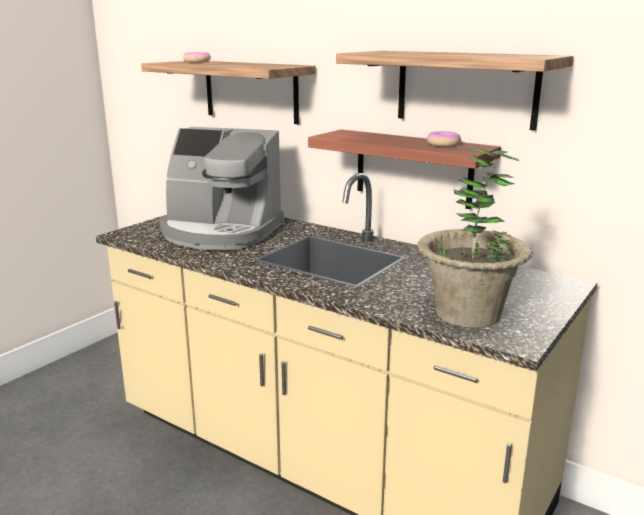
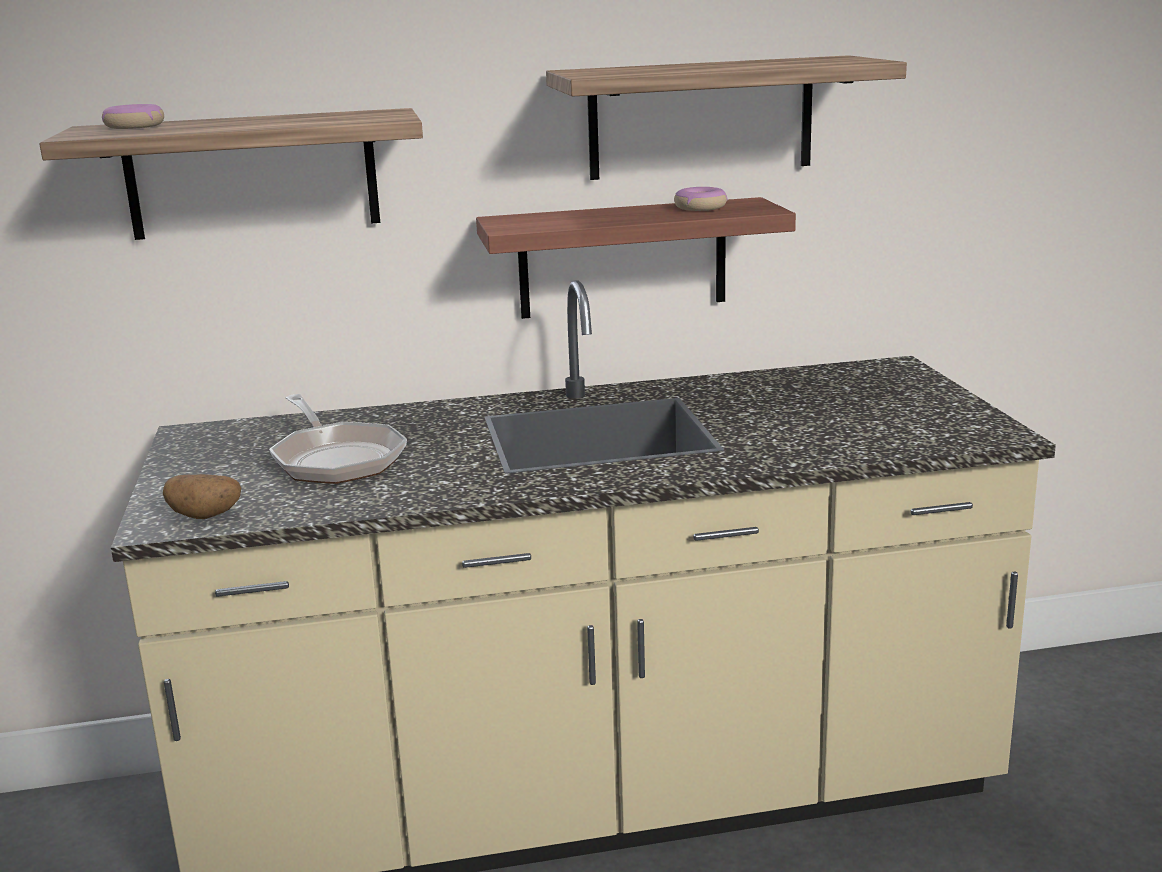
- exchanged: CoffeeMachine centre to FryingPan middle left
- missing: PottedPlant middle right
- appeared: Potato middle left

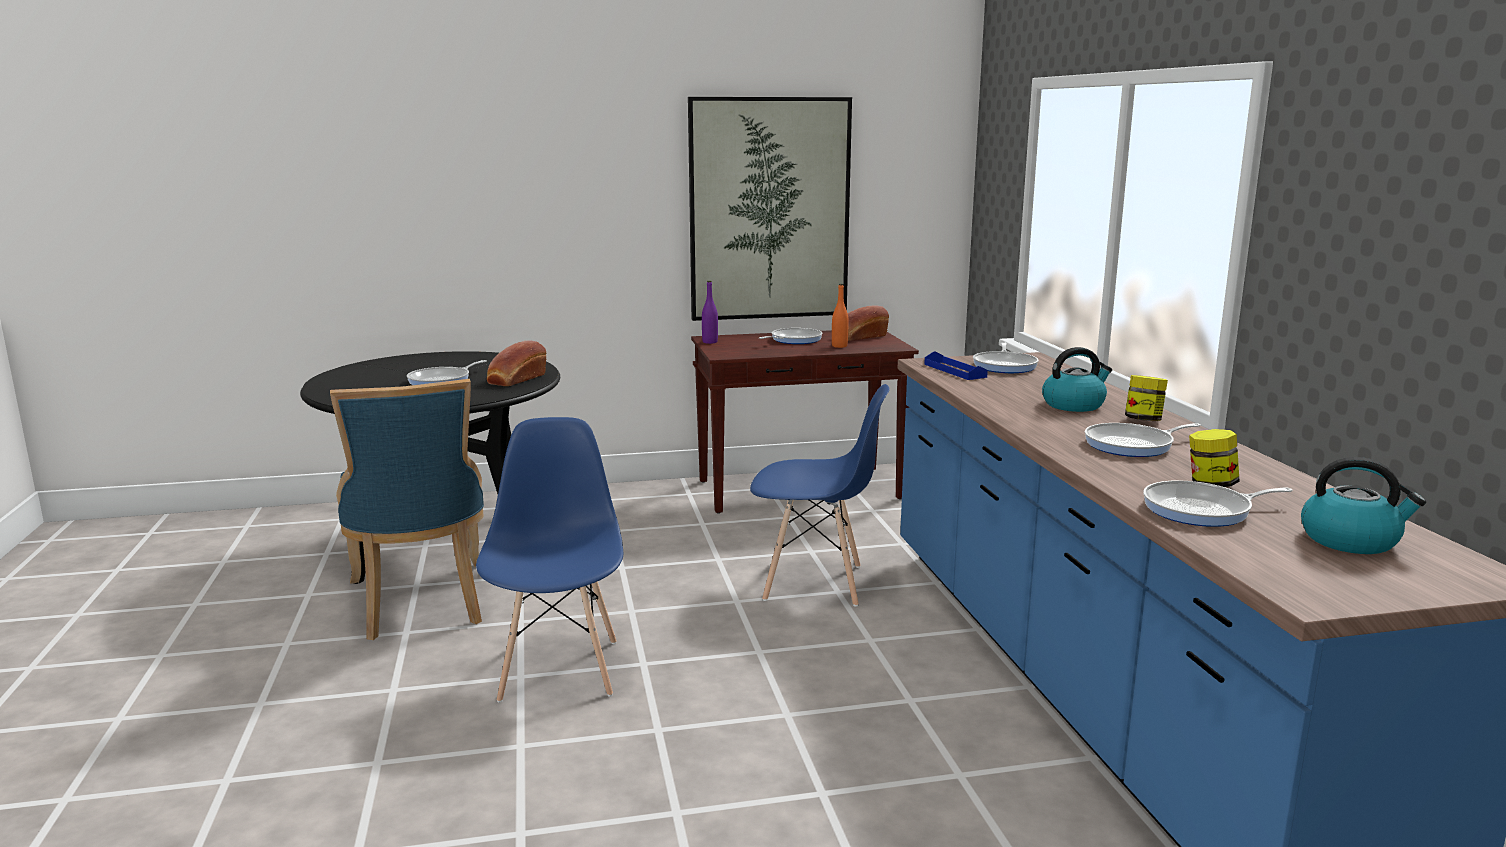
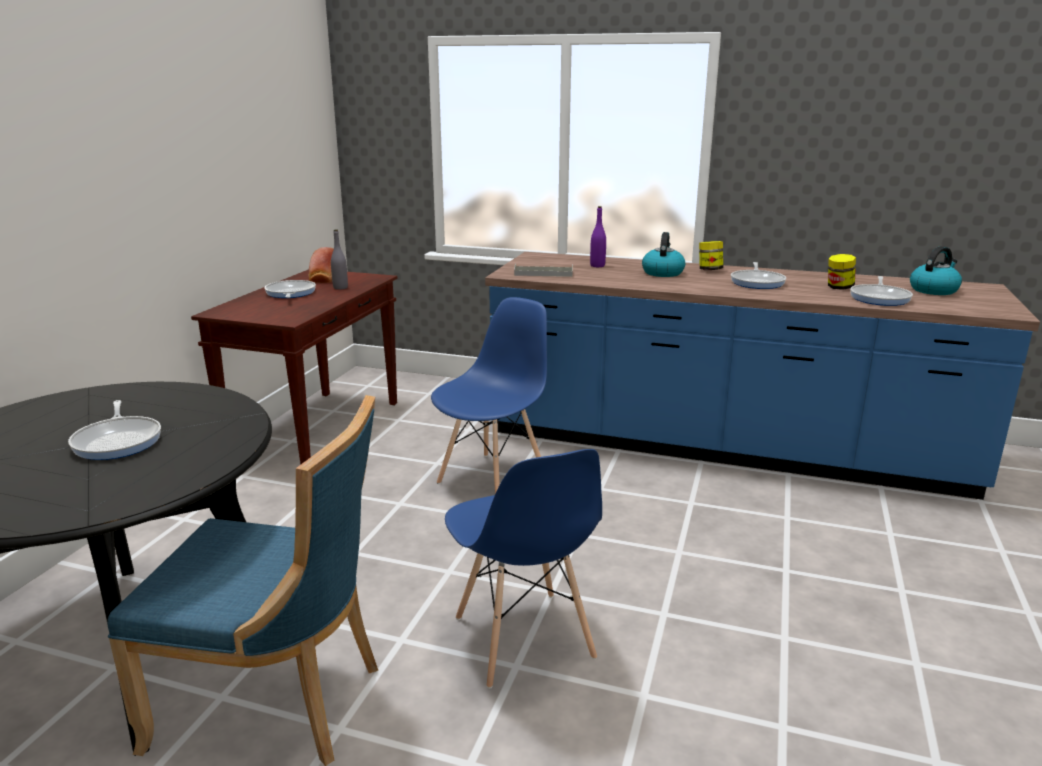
- spun: BlueChair (no. 2 from left in the first image) centre = bottom centre 135 degrees counterclockwise
- missing: Bread (no. 1 from left) centre
- missing: Picture top centre
- relocated: PurpleBottle centre to top centre
- colour: OrangeBottle centre to GreyBottle middle left
- colour: BlueTray centre to GreyTray centre
- missing: FryingPan (no. 3 from left) middle right

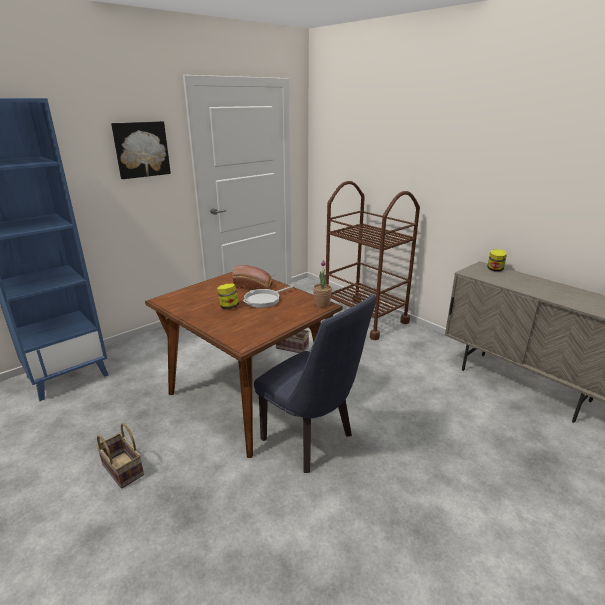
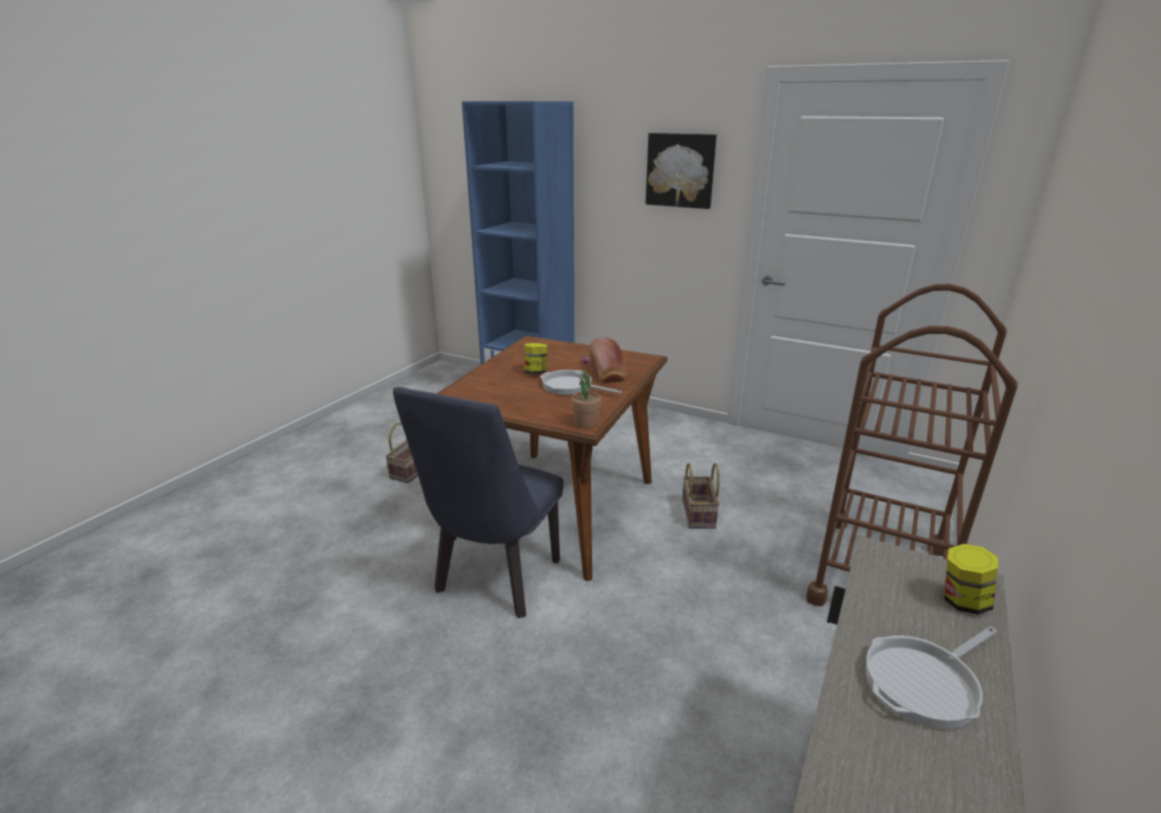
- appeared: FryingPan (no. 2 from left) bottom right

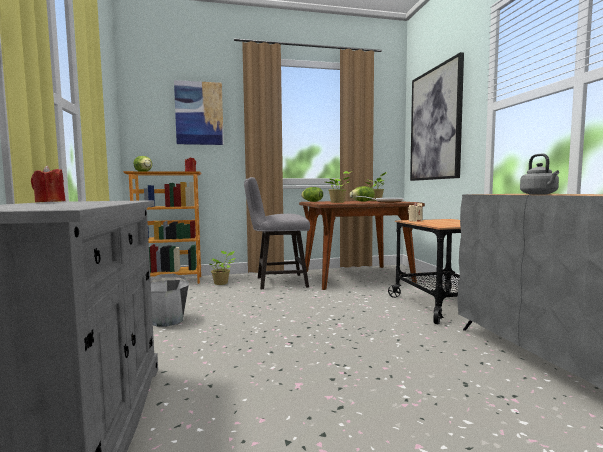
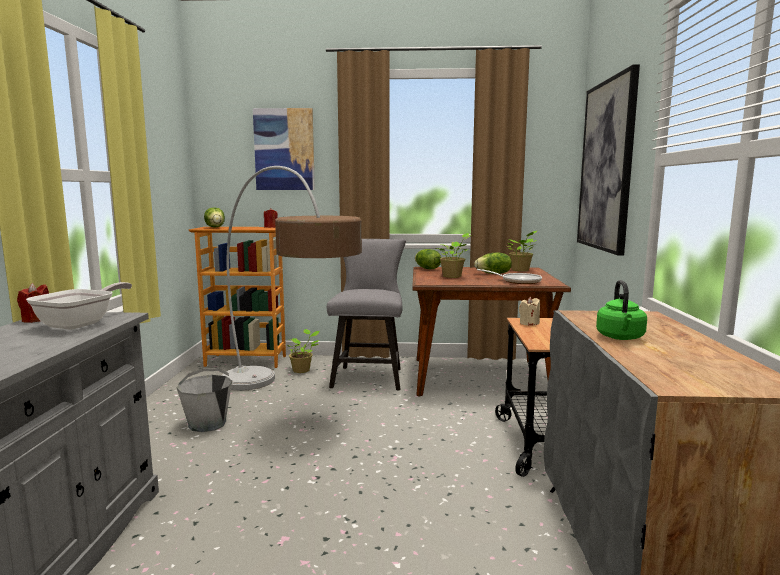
- spun: GreyChair centre = centre 90 degrees clockwise
- colour: GreyKettle middle right to GreenKettle middle right
- appeared: FryingPan (no. 1 from left) middle left
- appeared: FloorLamp centre

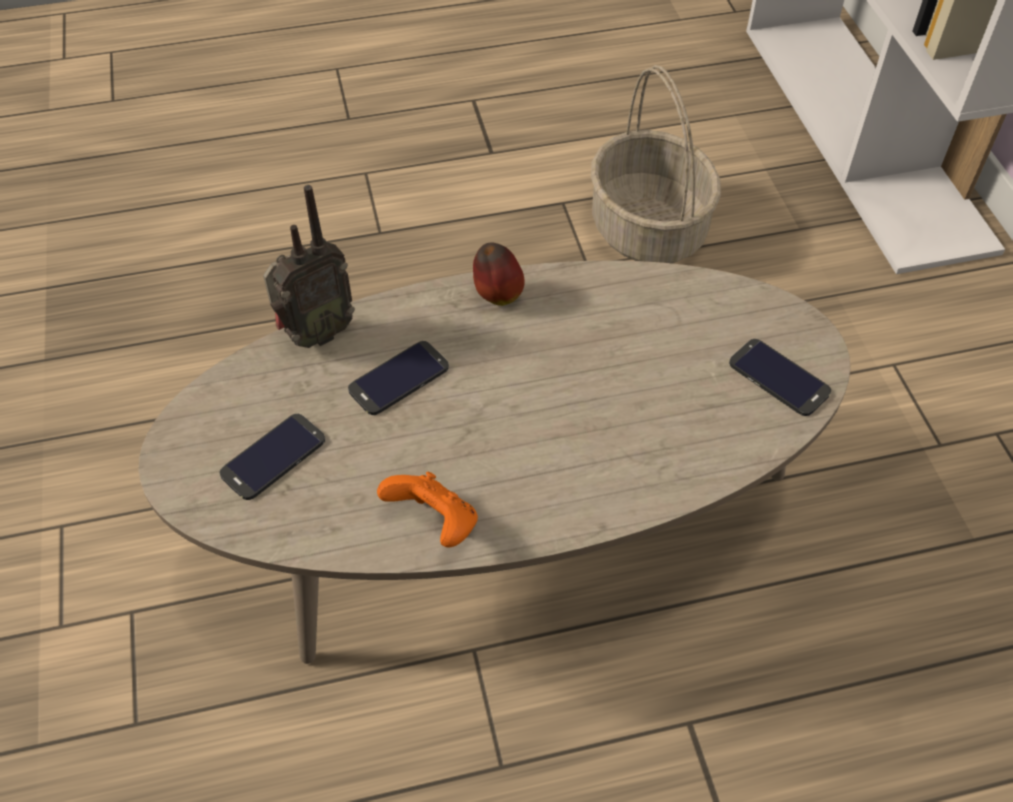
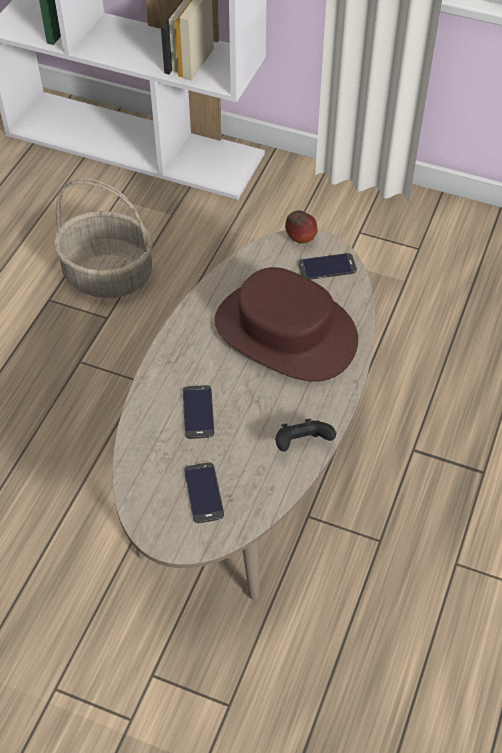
- missing: Radio top left
- colour: OrangeGameController centre to BlackGameController centre
- relocated: Apple centre to top centre
- appeared: BrownHat centre

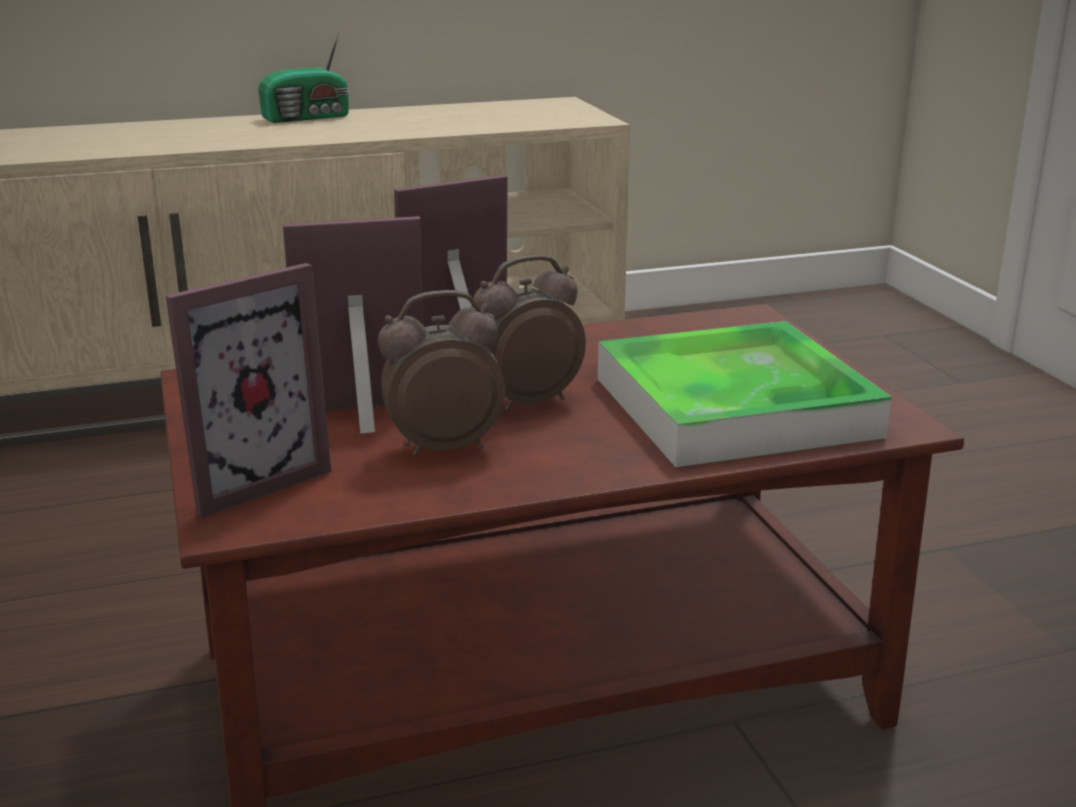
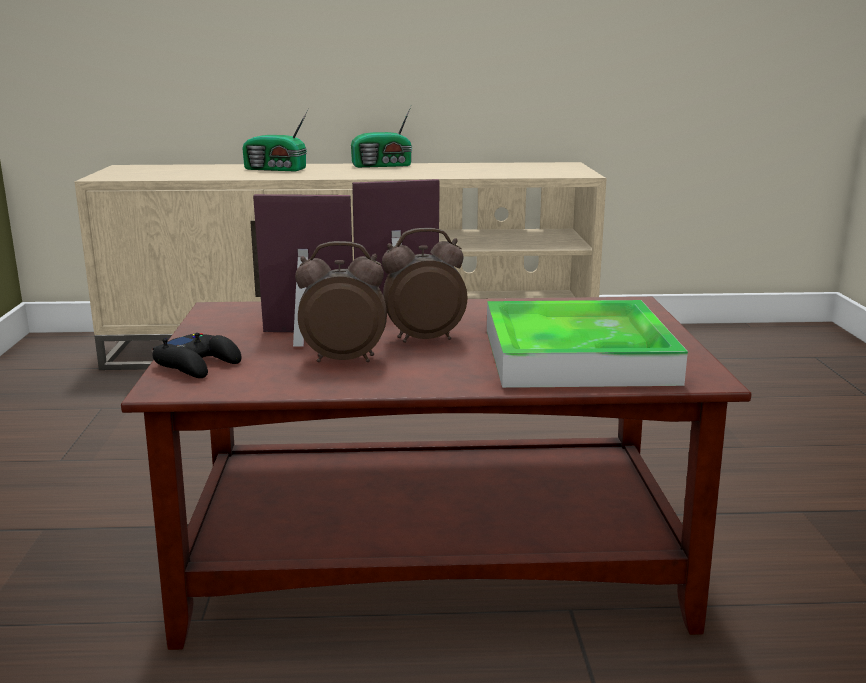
- exchanged: PictureFrame (no. 1 from left) middle left to BlackGameController middle left
- appeared: Radio (no. 1 from left) top left

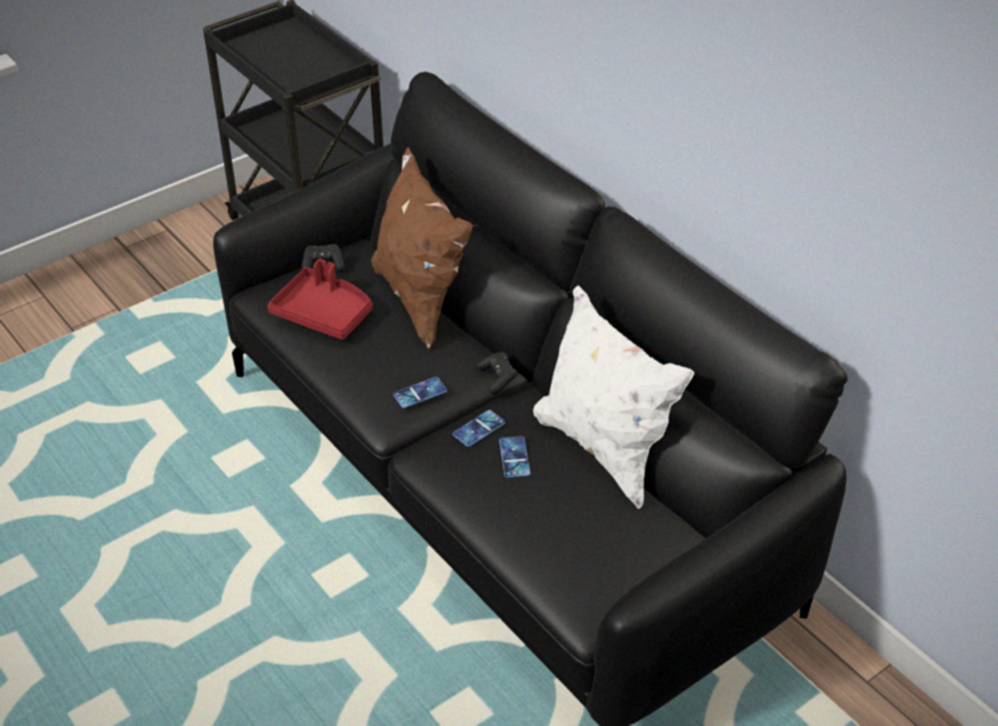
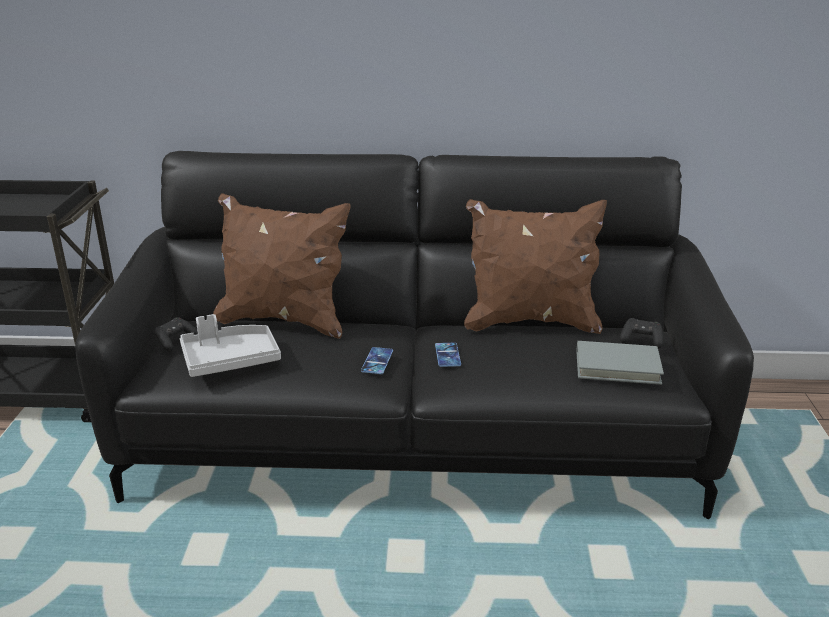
- colour: RedTray middle left to GreyTray middle left
- relocated: BlackGameController (no. 2 from left) centre to middle right
- missing: Phone (no. 3 from left) centre
- colour: WhitePillow centre to BrownPillow (no. 2 from left) centre
- appeared: GreyBook middle right

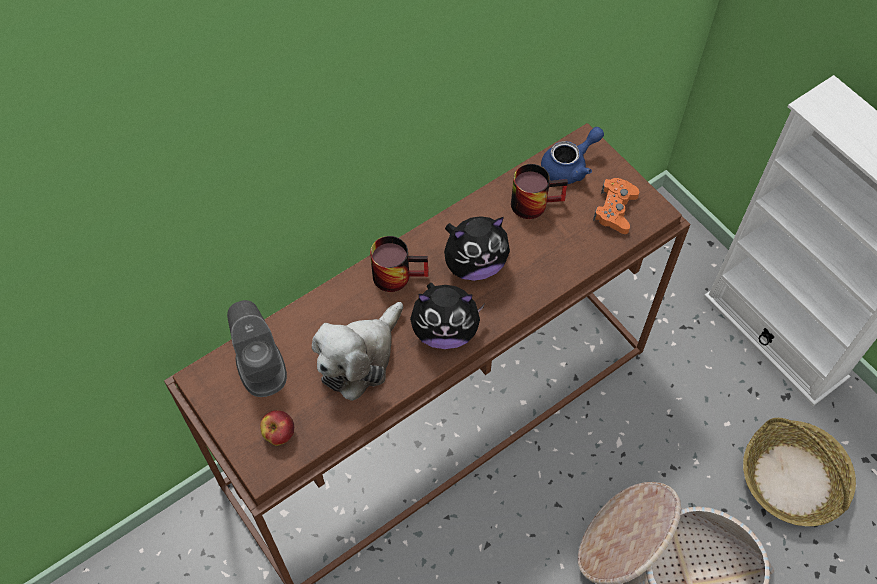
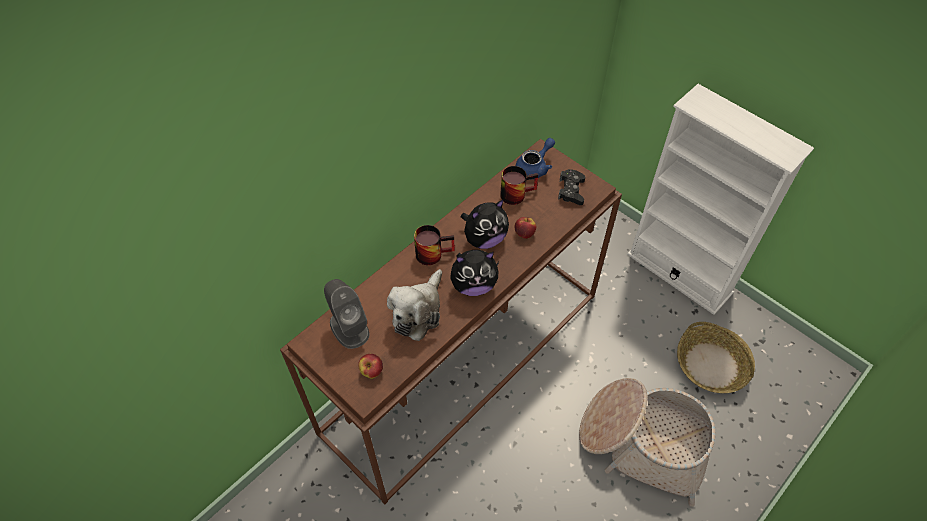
- colour: OrangeGameController middle right to BlackGameController centre
- appeared: Apple (no. 2 from left) centre

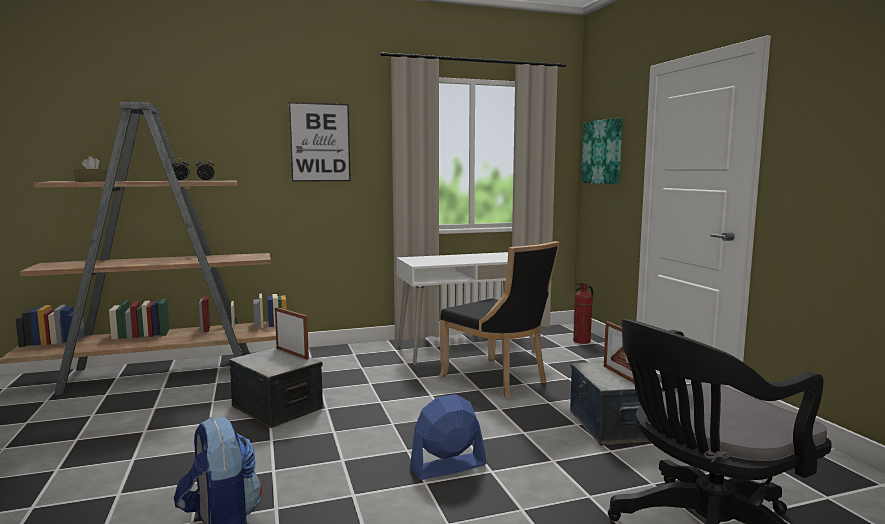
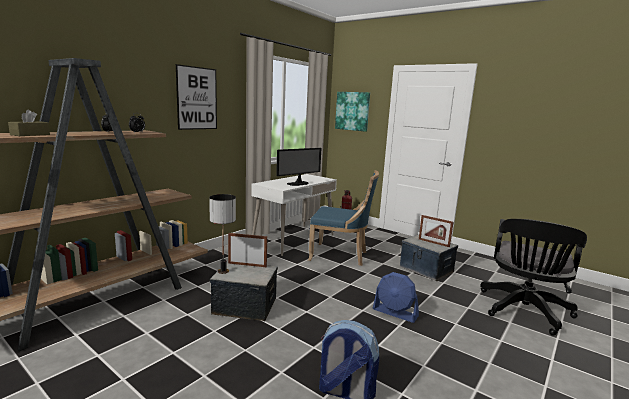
- spun: BlueFan bottom centre = bottom centre 90 degrees counterclockwise
- colour: BlackChair centre to BlueChair centre
- appeared: TableLamp centre
- appeared: Monitor centre

